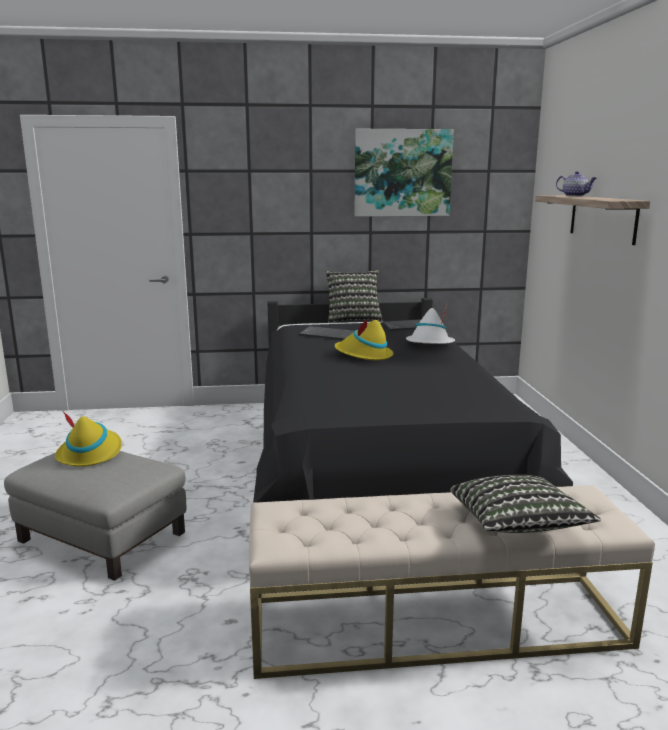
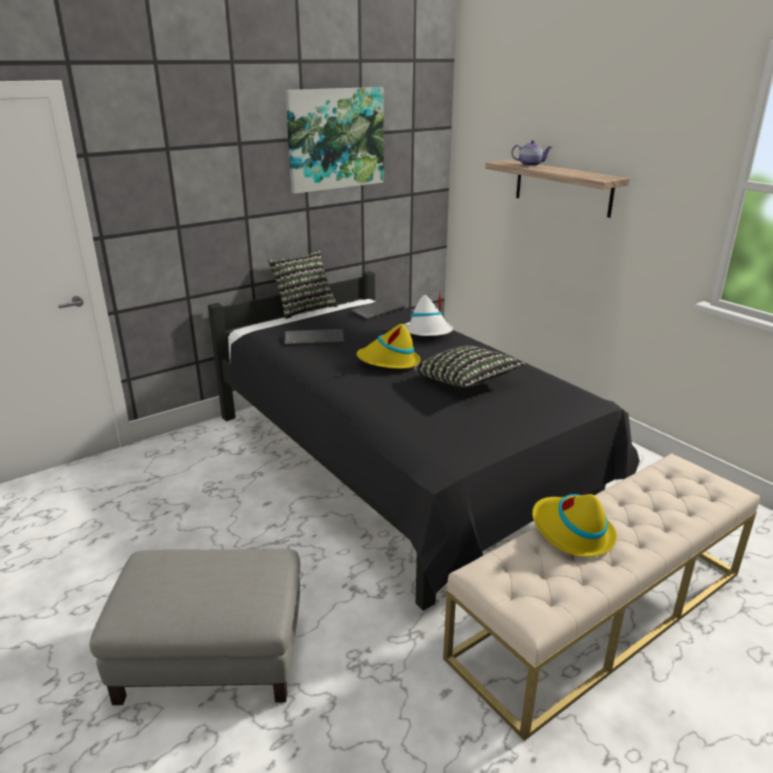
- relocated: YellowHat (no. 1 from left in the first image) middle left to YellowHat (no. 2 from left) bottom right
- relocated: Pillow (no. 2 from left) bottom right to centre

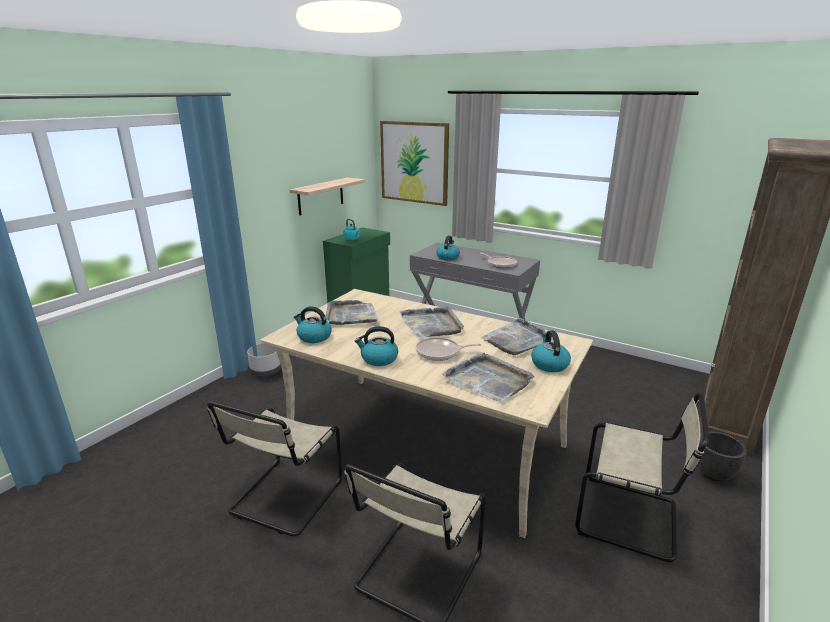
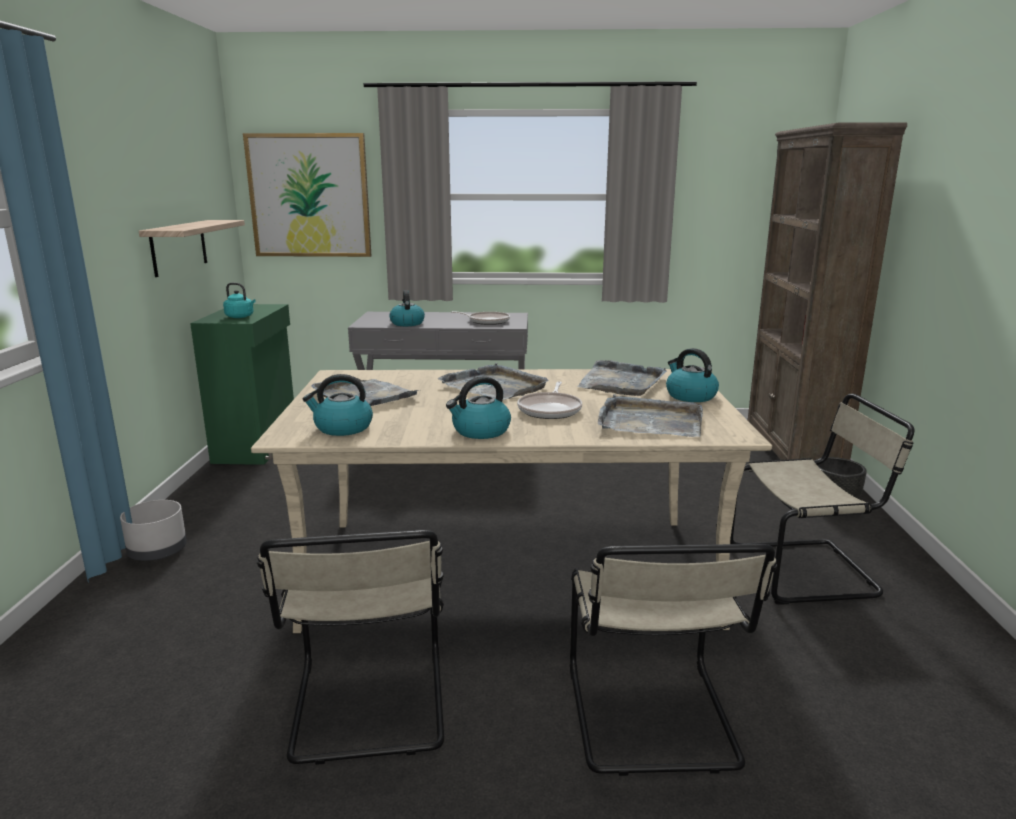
- spun: FryingPan (no. 1 from left in the first image) centre = centre 45 degrees counterclockwise

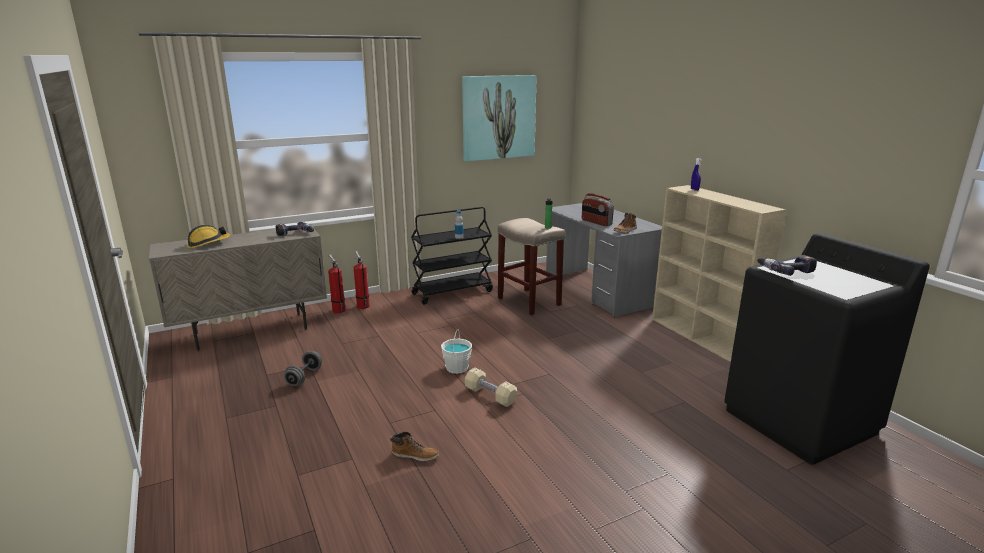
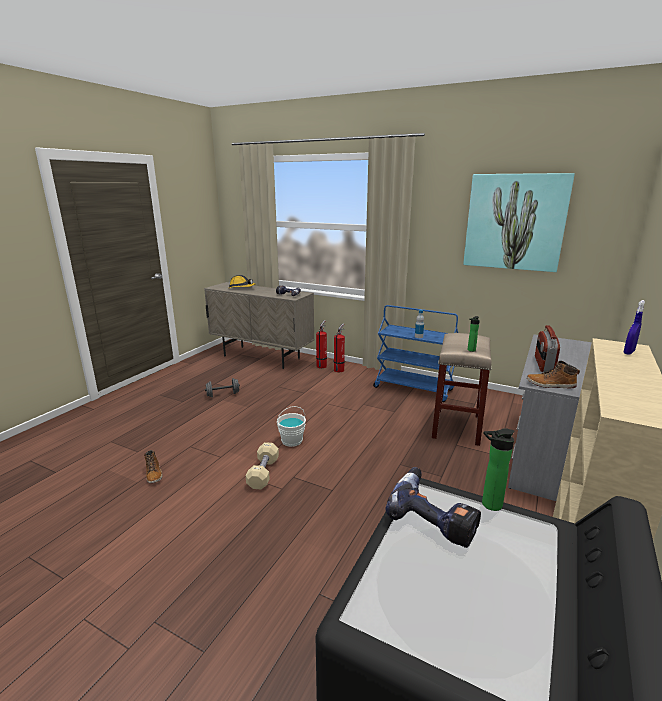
- colour: BlackCart centre to BlueCart centre
- appeared: Bottle (no. 3 from left) bottom right

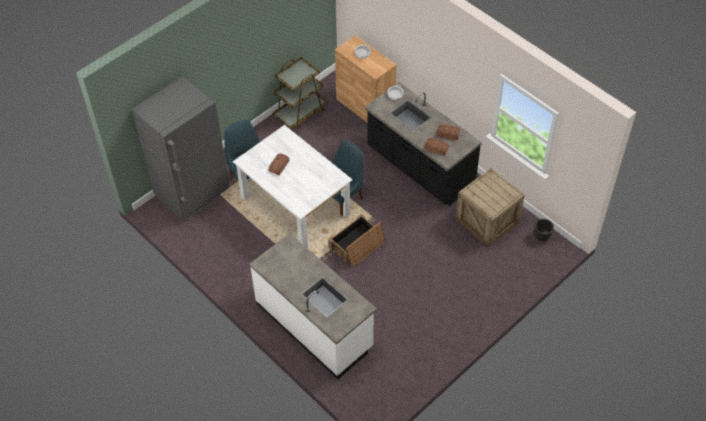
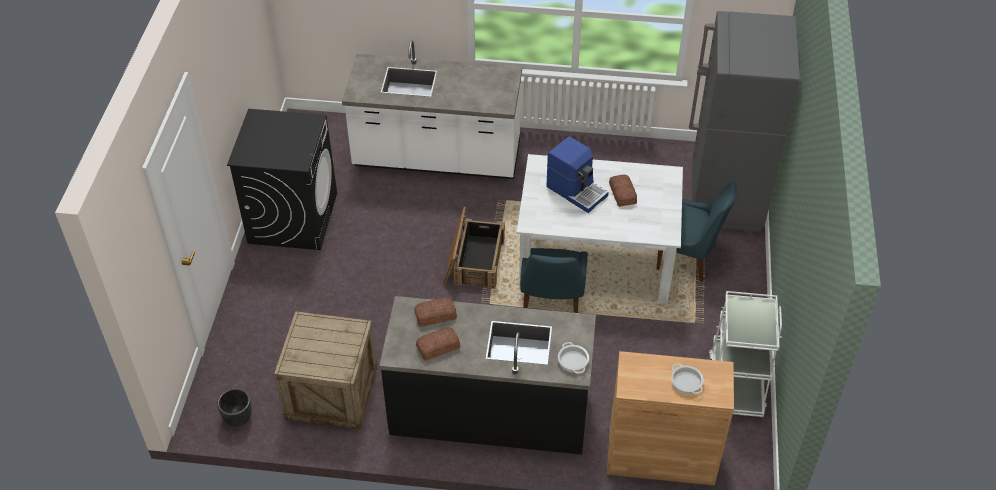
- colour: BrownCart top centre to WhiteCart bottom right
- appeared: BlackWashingMachine middle left
- appeared: CoffeeMachine centre

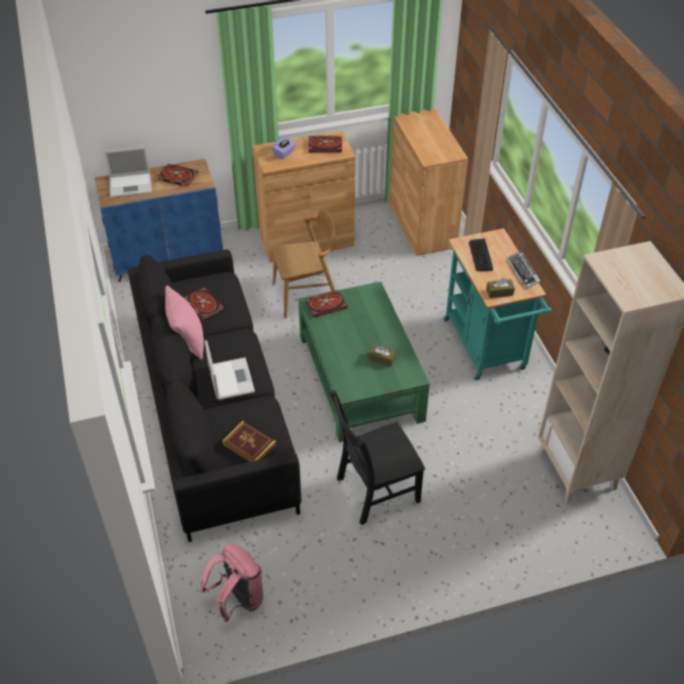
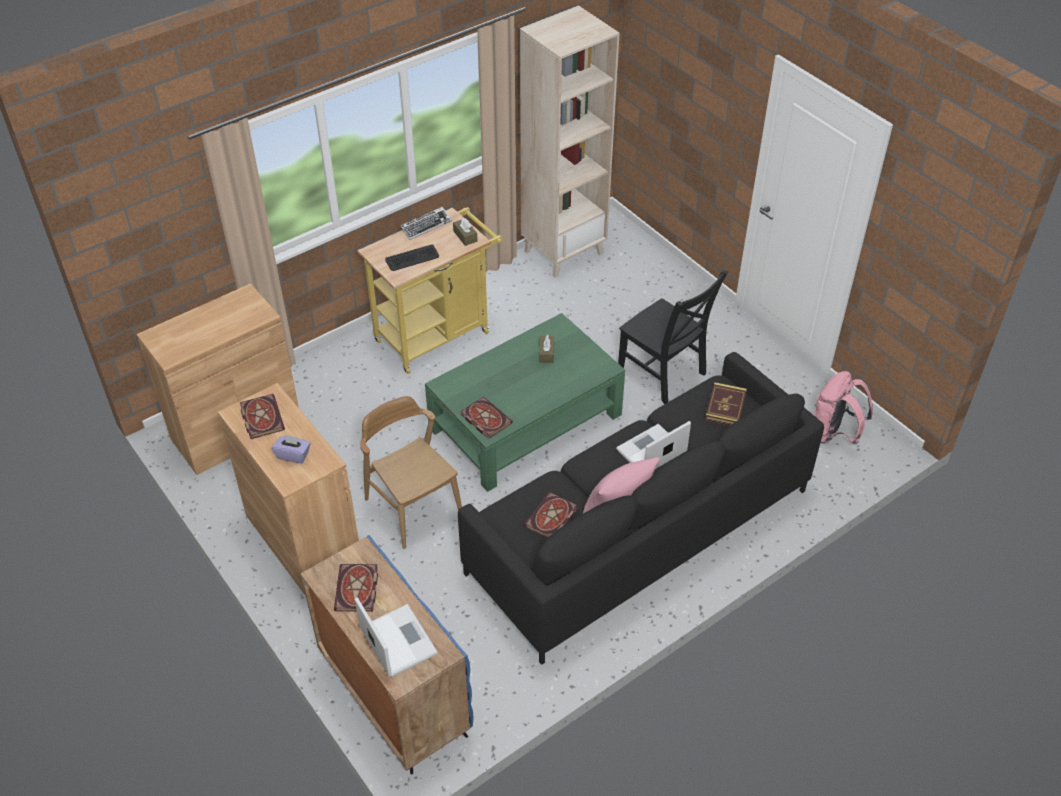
- colour: TurquoiseCart middle right to YellowCart centre

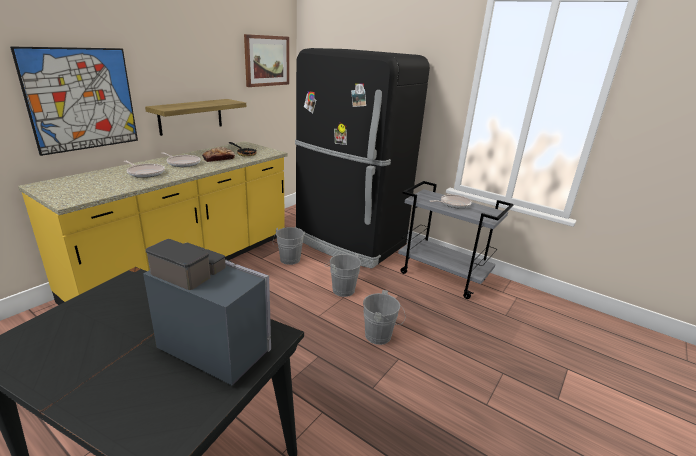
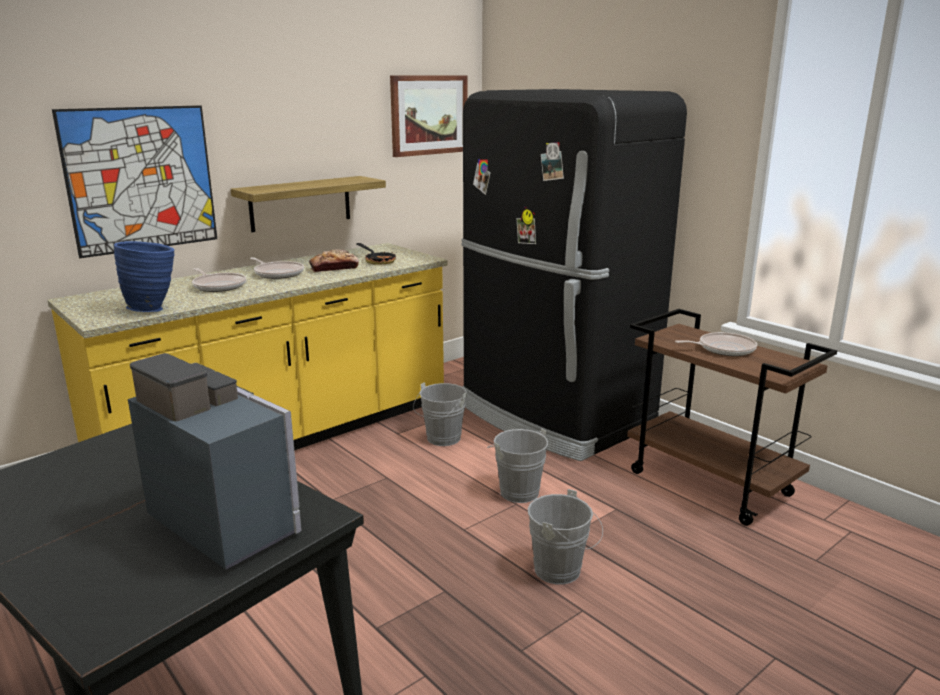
- colour: GreyCart centre to BrownCart middle right
- appeared: BlueVase middle left

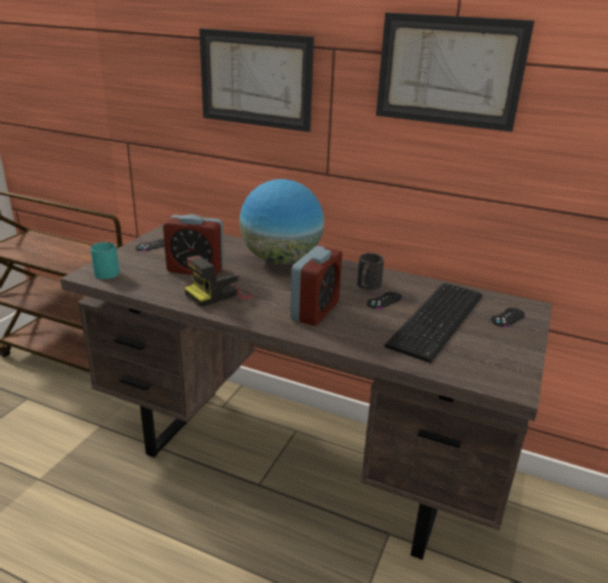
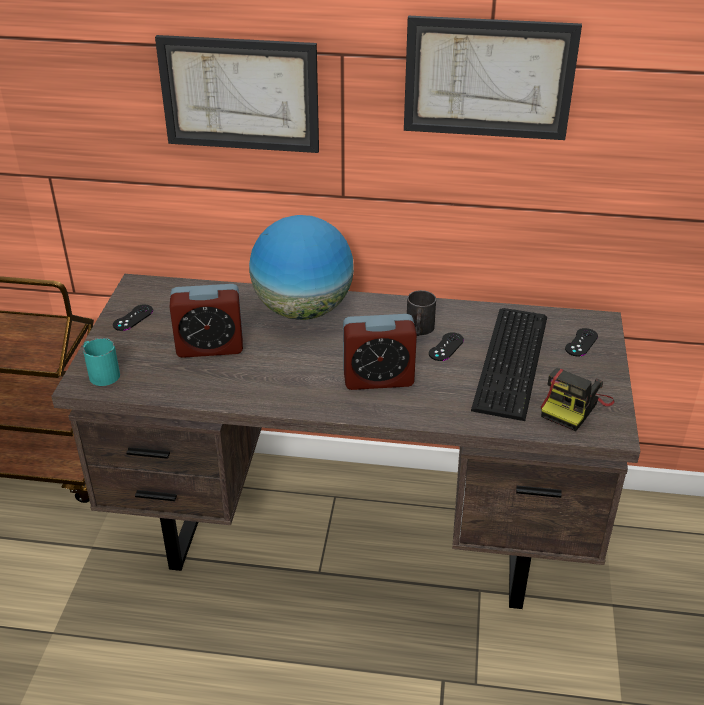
- relocated: PhotoCamera centre to middle right
- spun: AlarmClock (no. 2 from left) centre = centre 75 degrees clockwise

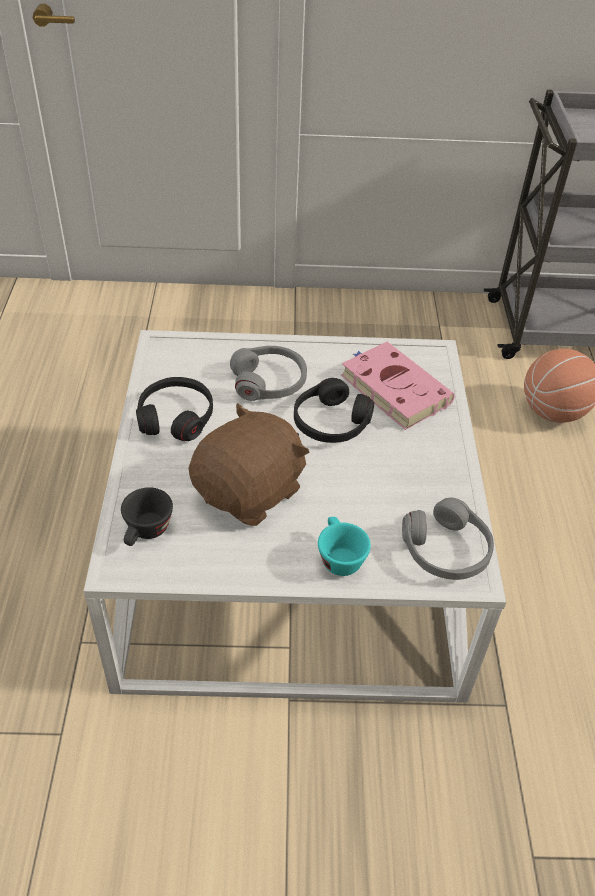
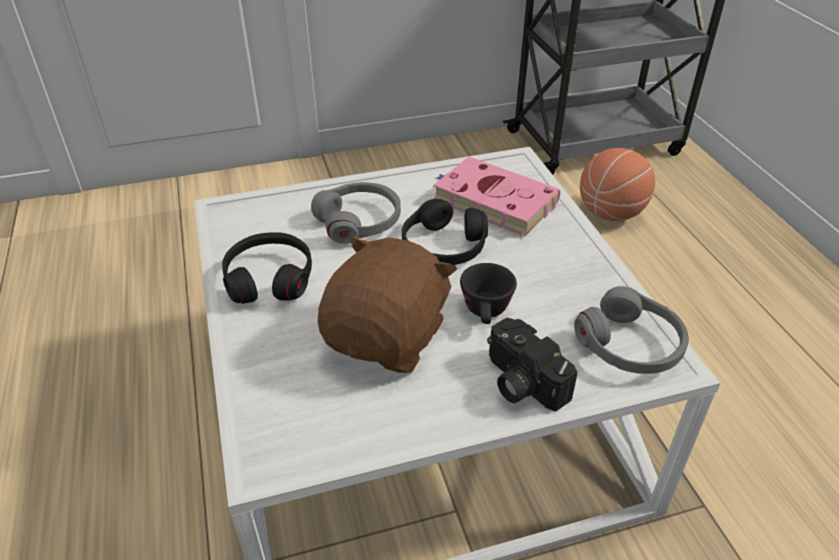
- relocated: BlackCup middle left to centre
- exchanged: TurquoiseCup centre to PhotoCamera centre

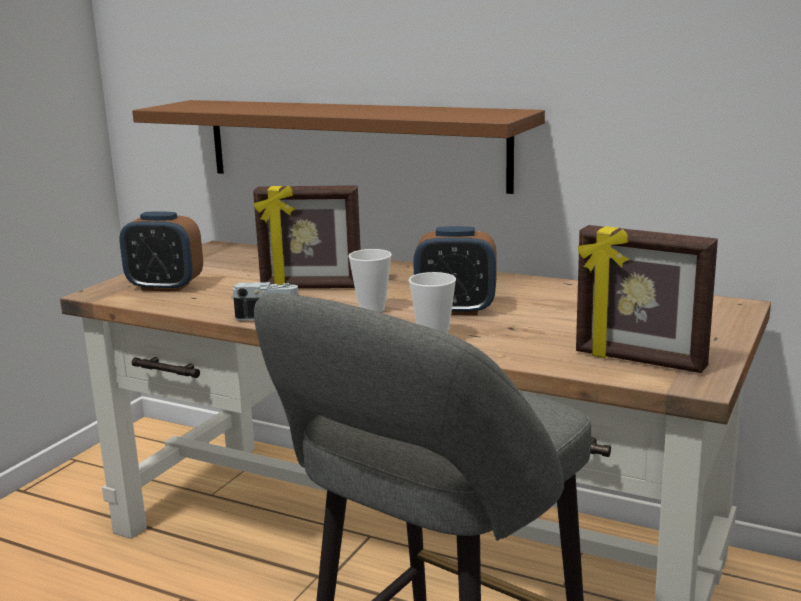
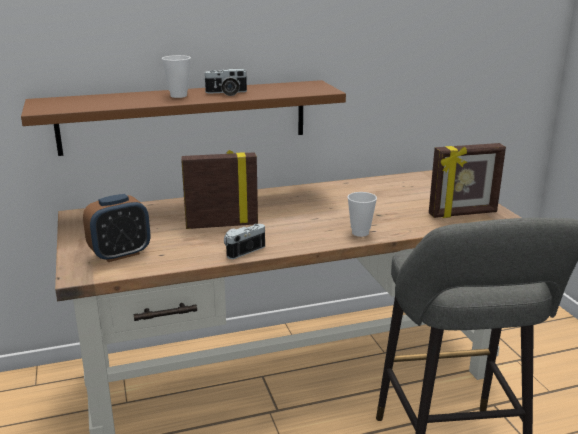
- spun: PictureFrame (no. 1 from left) centre = centre 150 degrees counterclockwise
- relocated: Cup (no. 1 from left) centre to top left
- missing: AlarmClock (no. 2 from left) centre
- appeared: PhotoCamera (no. 1 from left) top centre

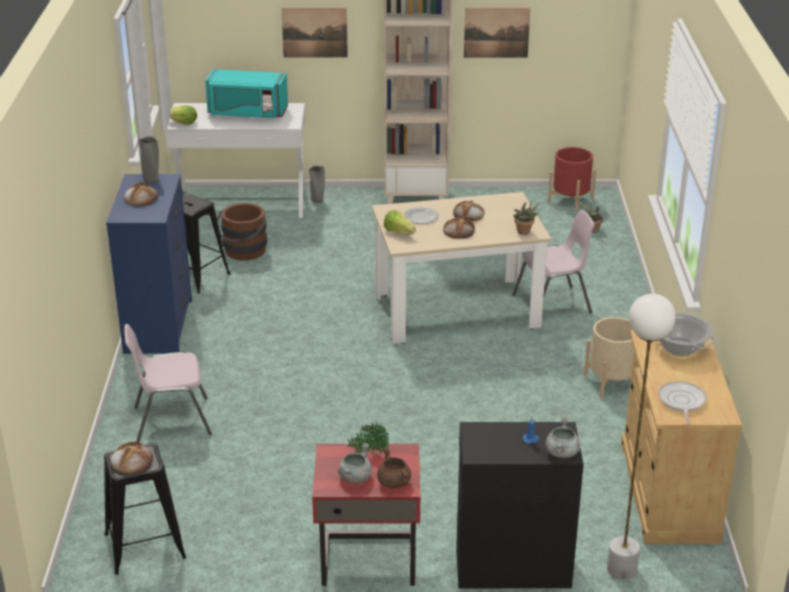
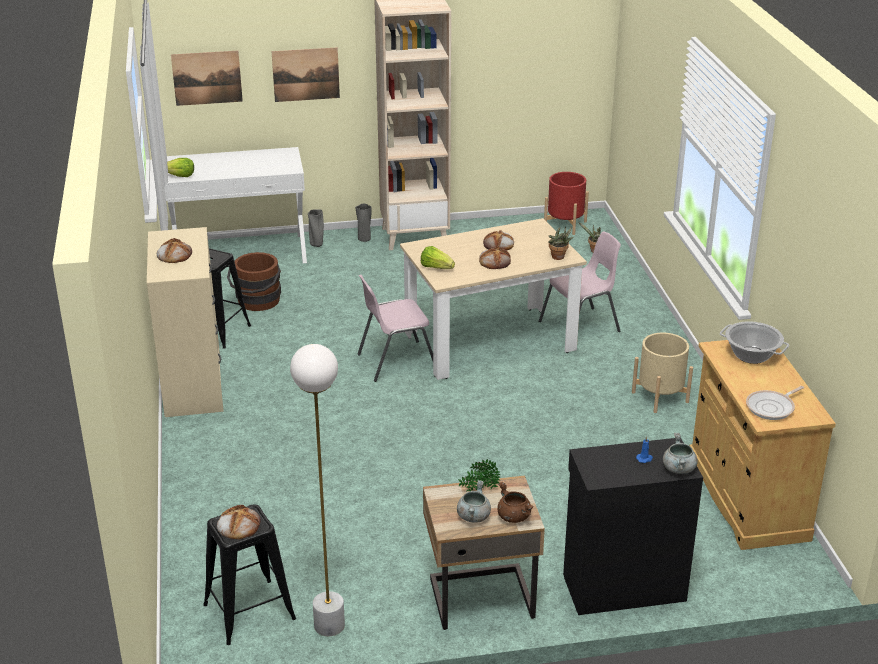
- colour: BlueDresser middle left to BeigeDresser middle left
- relocated: PinkChair (no. 1 from left) middle left to centre
- relocated: GreyVase (no. 1 from left in the first image) top left to GreyVase (no. 2 from left) centre
- missing: TurquoiseMicrowave top left
- colour: RedNightstand bottom centre to BeigeNightstand bottom centre
- missing: Plate centre
- relocated: Picture (no. 2 from left in the first image) top centre to Picture (no. 1 from left) top left
- relocated: WhiteFloorLamp bottom right to bottom centre
- spun: FryingPan bottom right = middle right 120 degrees counterclockwise

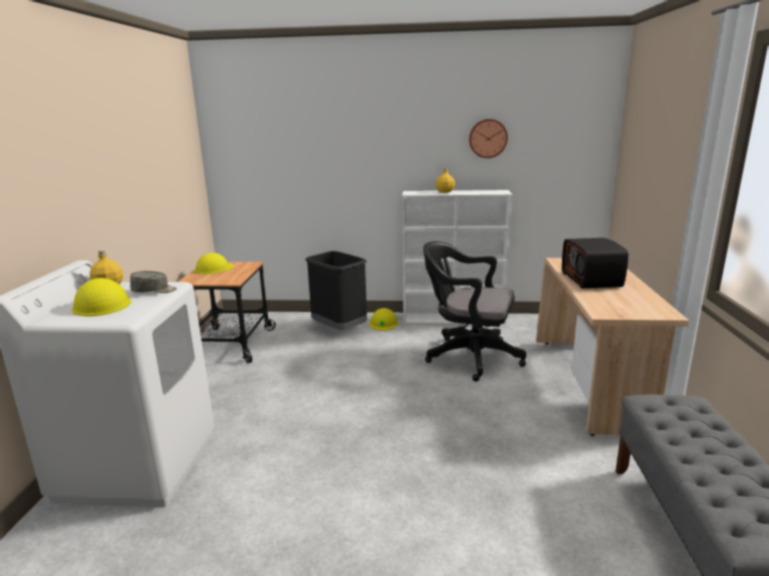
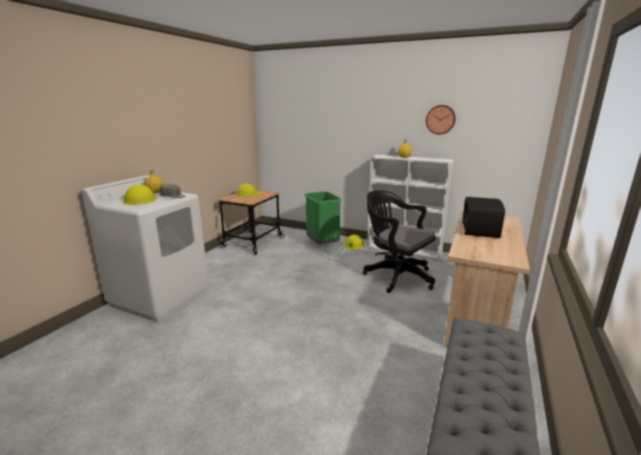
- colour: BlackTrashCan centre to GreenTrashCan centre

